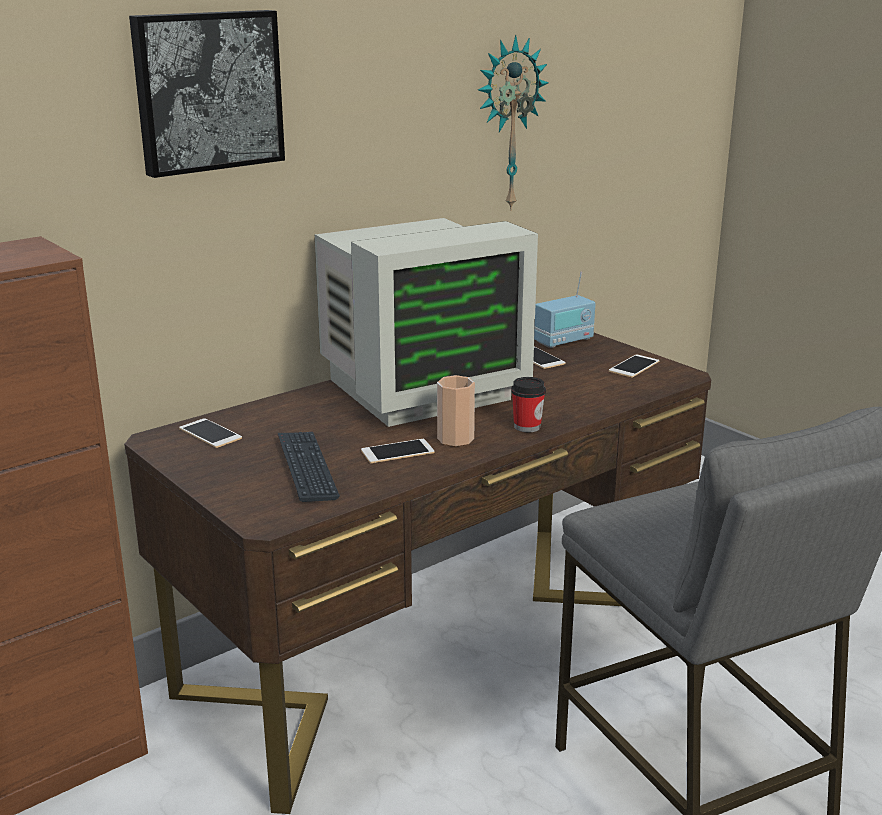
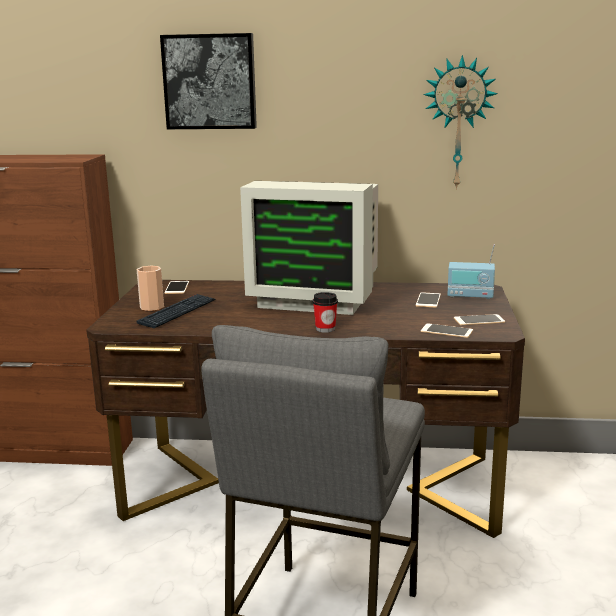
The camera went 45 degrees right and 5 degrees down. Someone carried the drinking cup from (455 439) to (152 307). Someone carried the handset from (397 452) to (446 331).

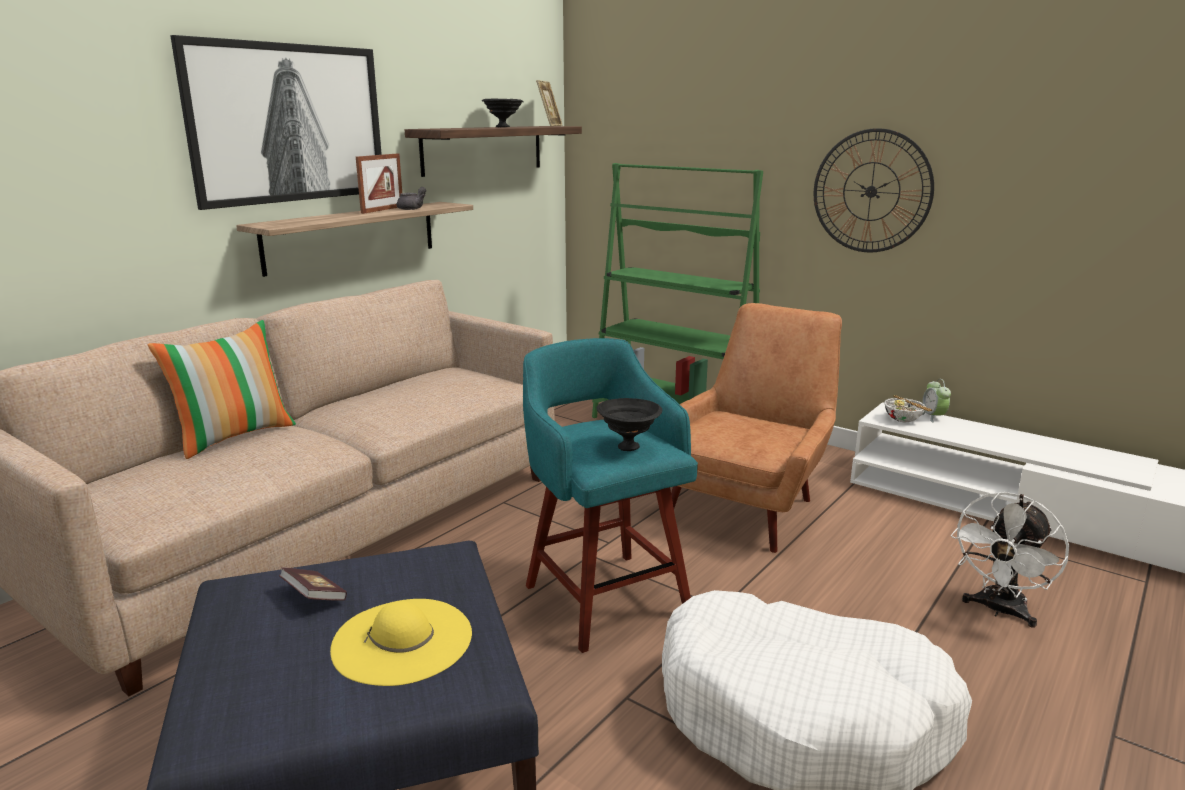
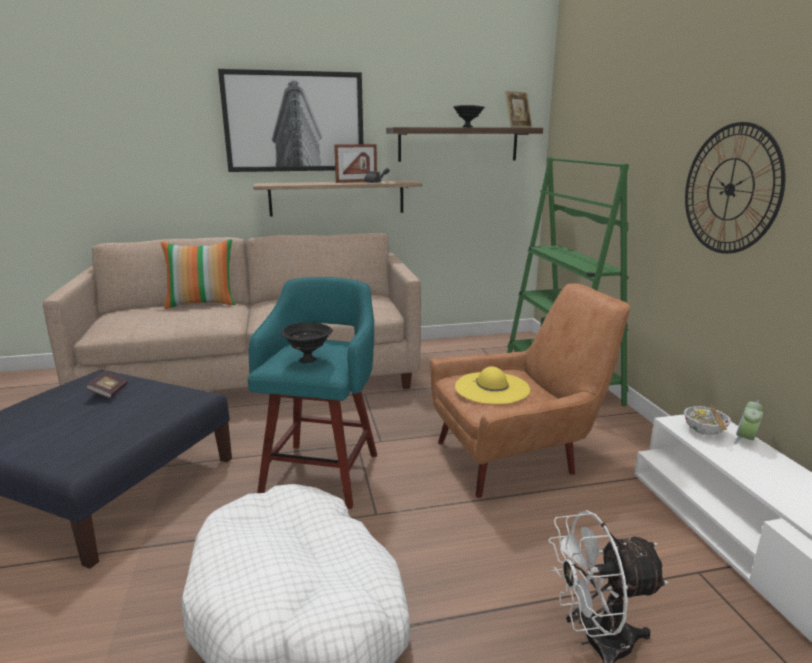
The camera went 40 degrees right and 0 degrees up. Someone carried the clothing hat (yellow) from (402 640) to (492 388).

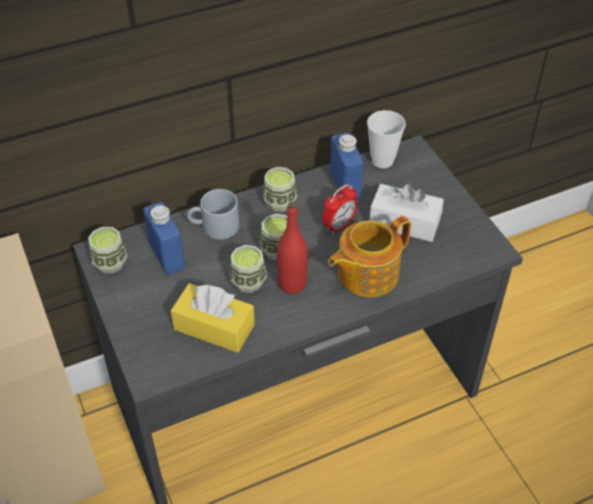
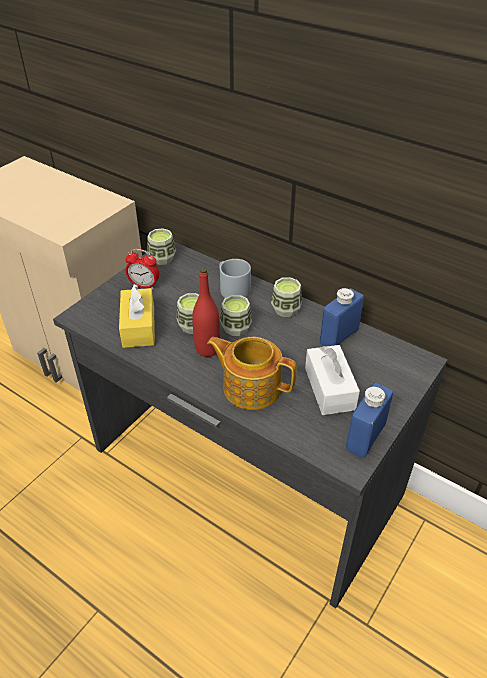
The camera went 60 degrees right and 5 degrees down. Someone carried the table clock from (339 226) to (144 285). Someone carried the beverage bottle (blue) from (167 256) to (365 437). Someone took away the drinking cup at (382 160).

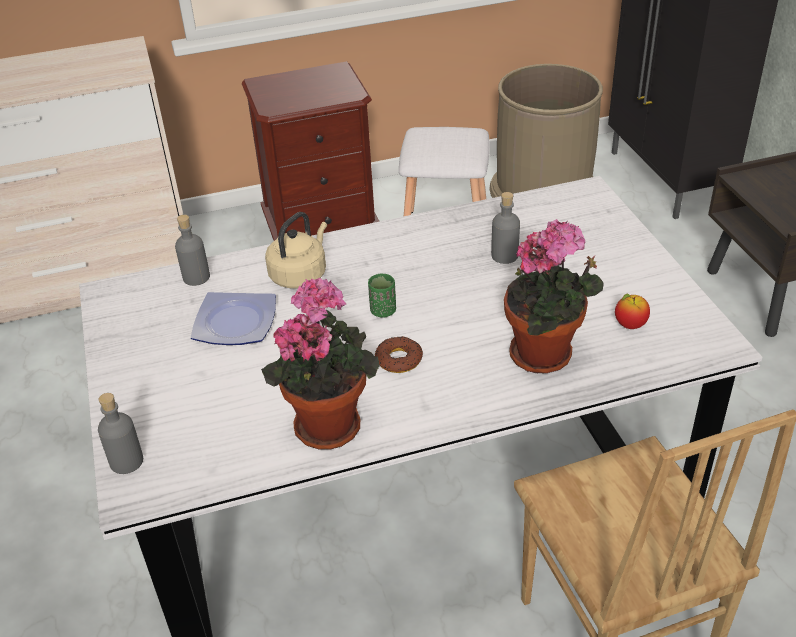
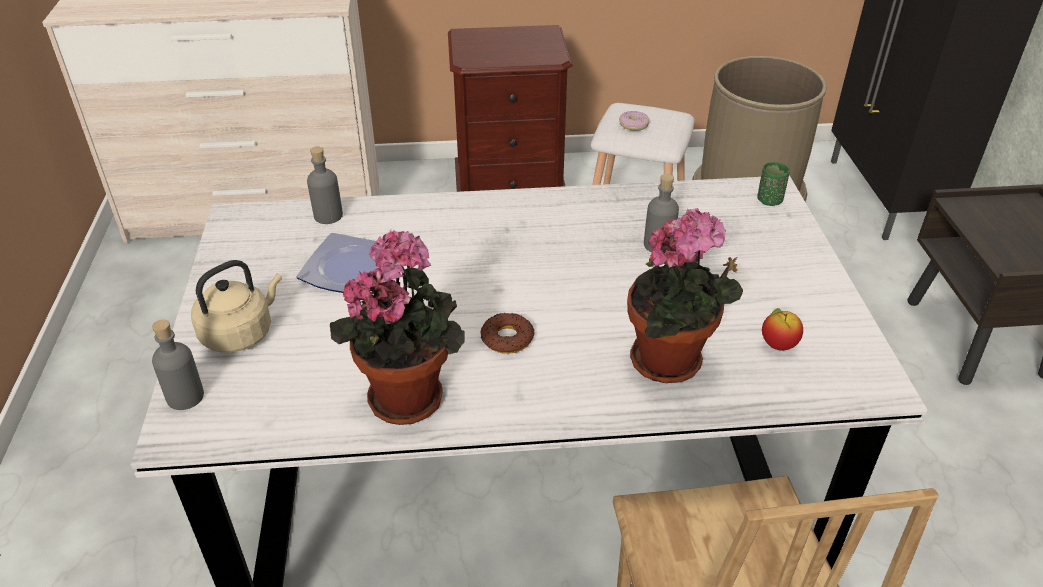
The camera went 10 degrees right and 0 degrees up. Someone carried the kettle (beige) from (300 274) to (241 333). Someone put down the donut at (633 125). Someone carried the drinking cup (green-coloured) from (383 311) to (769 200).

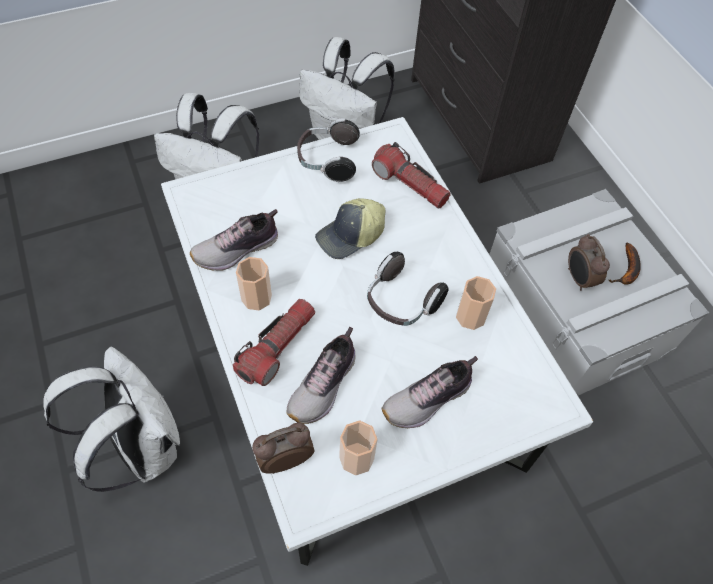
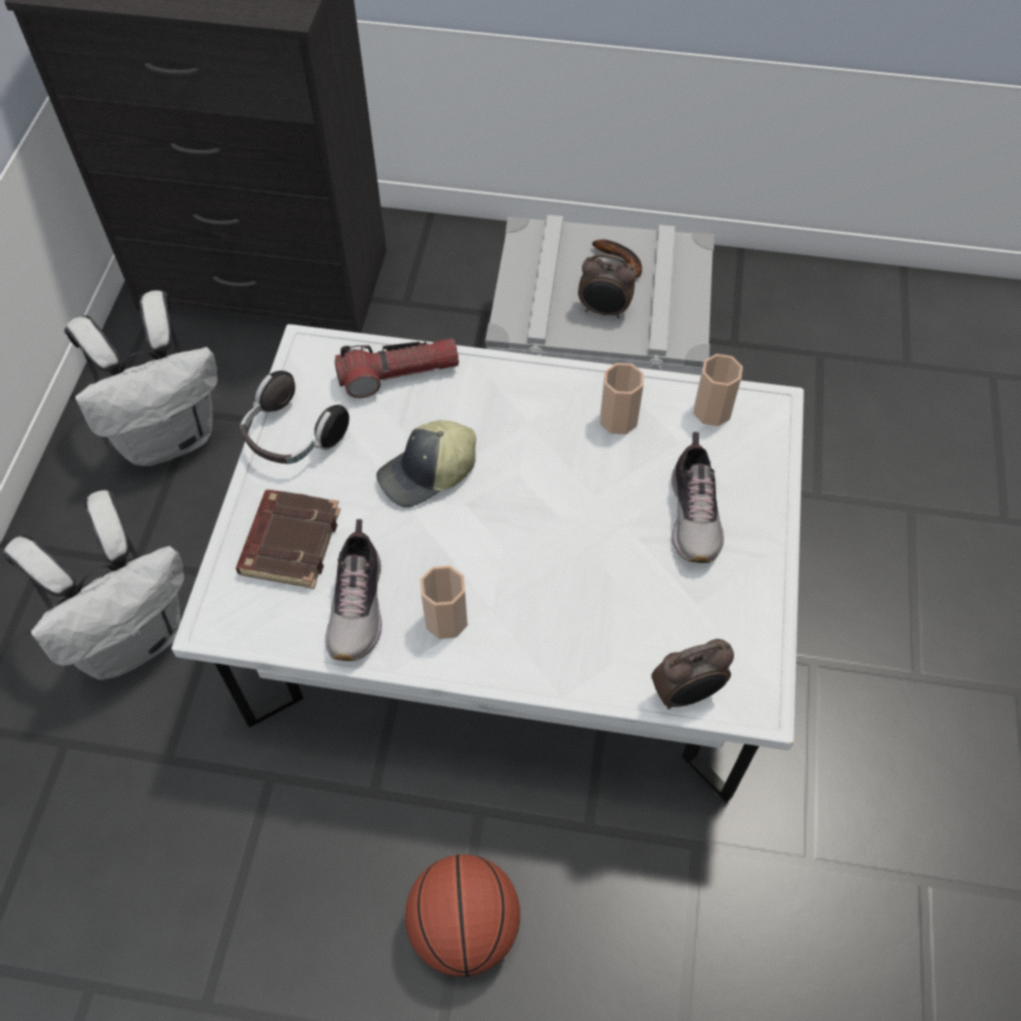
The camera went 55 degrees left and 0 degrees up. Someone put down the bound book (brown) at (289 541). Someone rotated the cap at (351 236) by 60 degrees clockwise. Someone swapped the backpack (whitish) at (140 447) for the basketball ball at (465 927). Someone rotated the table clock at (285 459) by 120 degrees counterclockwise. Someone carried the drinking cup from (356 458) to (712 411). Someone took away the flashlight at (277 347). Someone took away the low shoe at (324 385). Someone took away the headphones at (401 302).

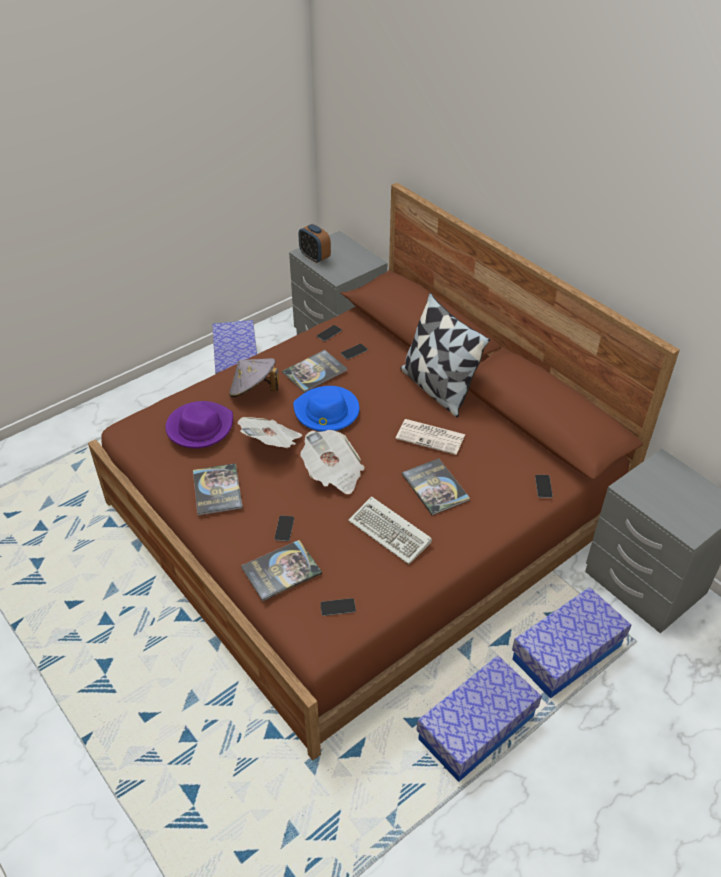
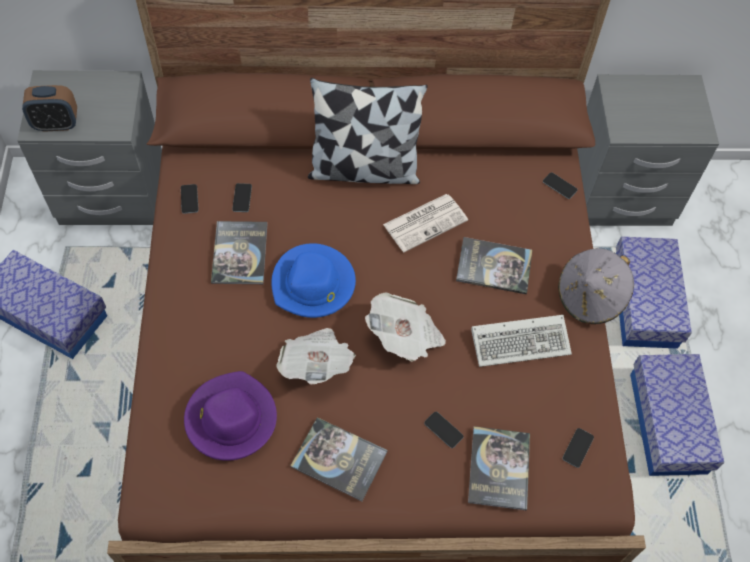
The camera went 55 degrees left and 15 degrees up. Someone carried the clothing hat (gray) from (254 391) to (590 297).

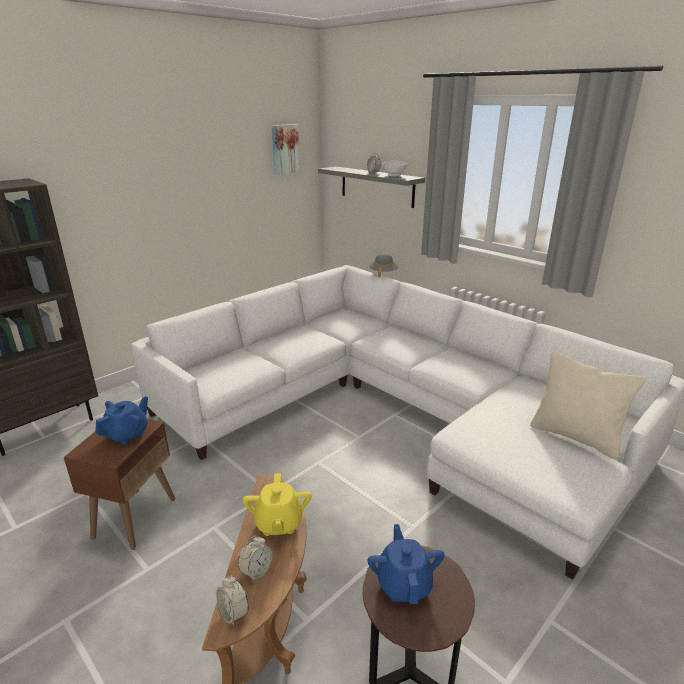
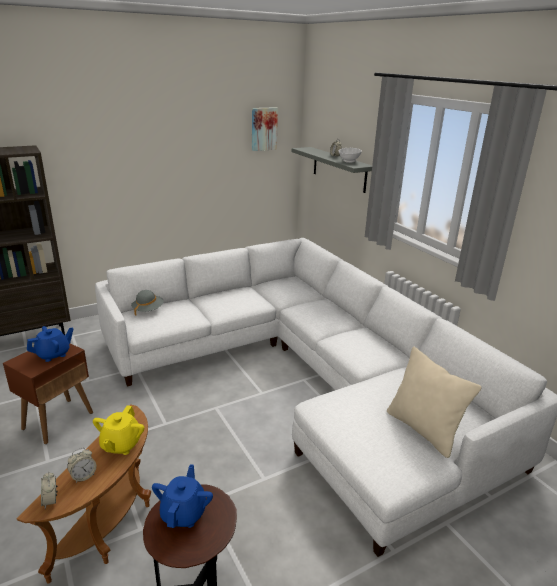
The camera went 15 degrees right and 0 degrees up. Someone carried the clothing hat (gray) from (383 273) to (148 310).

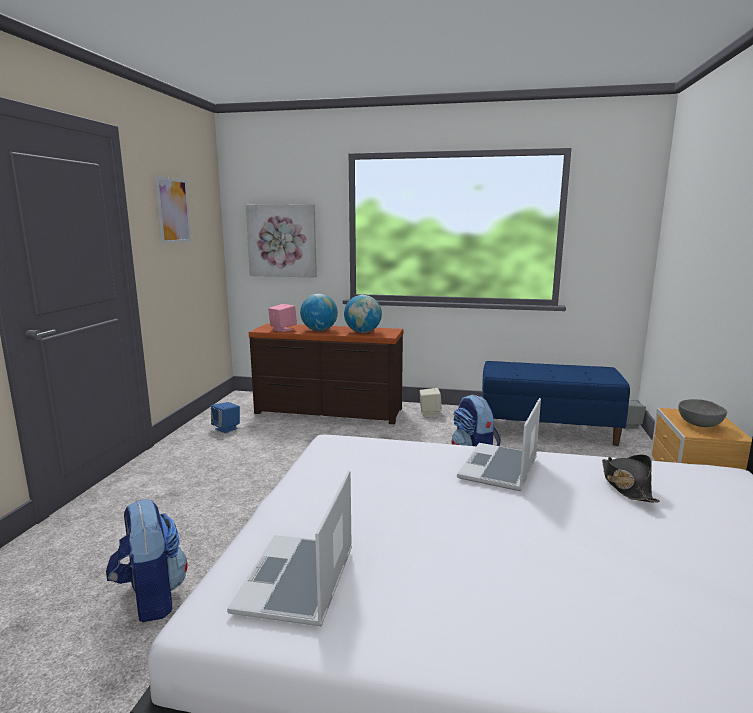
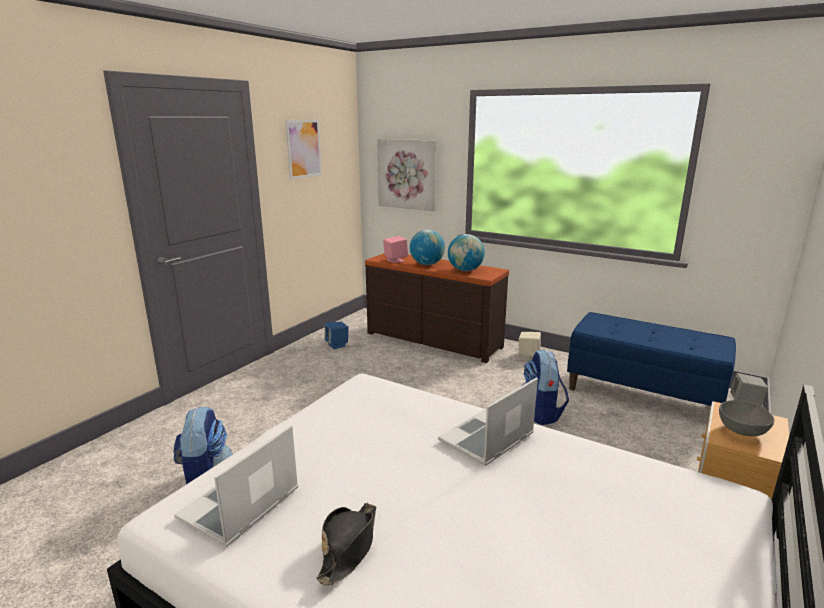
The camera went 20 degrees right and 5 degrees up. Someone carried the clothing hat (black) from (626 486) to (349 547).

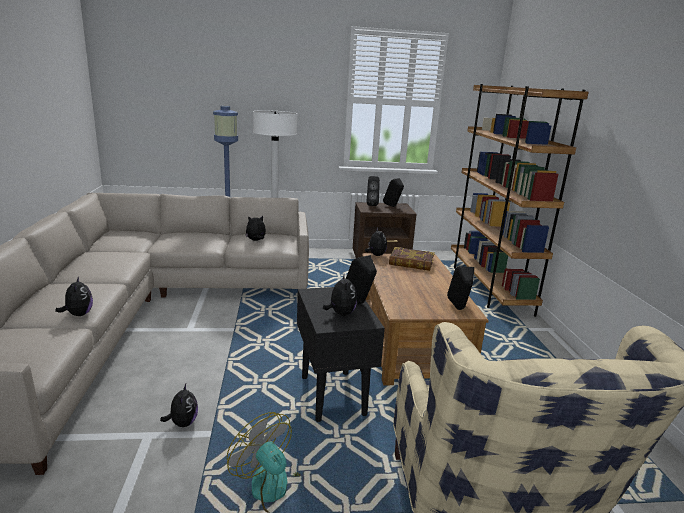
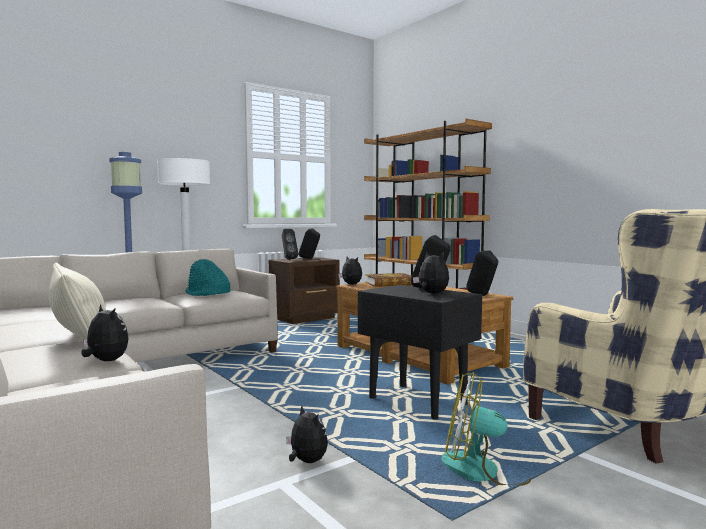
The camera went 30 degrees left and 15 degrees down. Someone put down the pillow (beige) at (79 338). Someone swapped the cuddly toy at (256 240) for the clothing hat (turquoise) at (207 294).

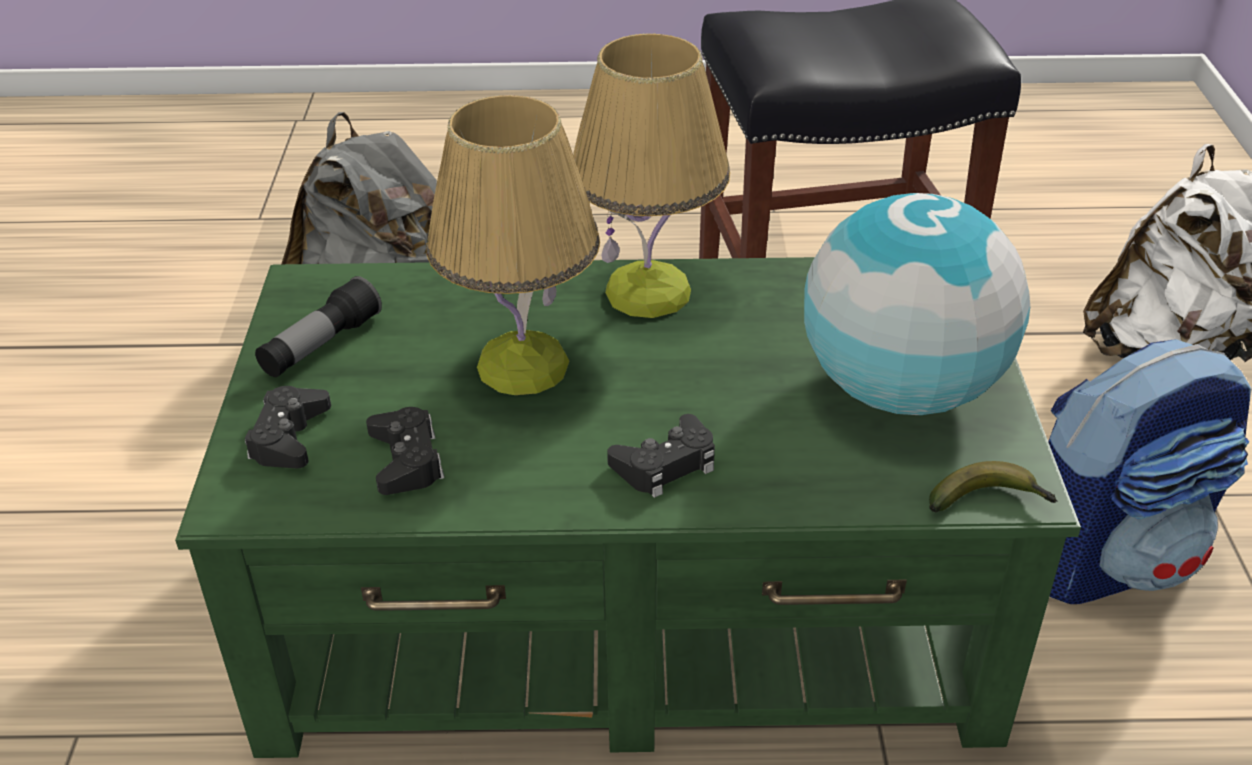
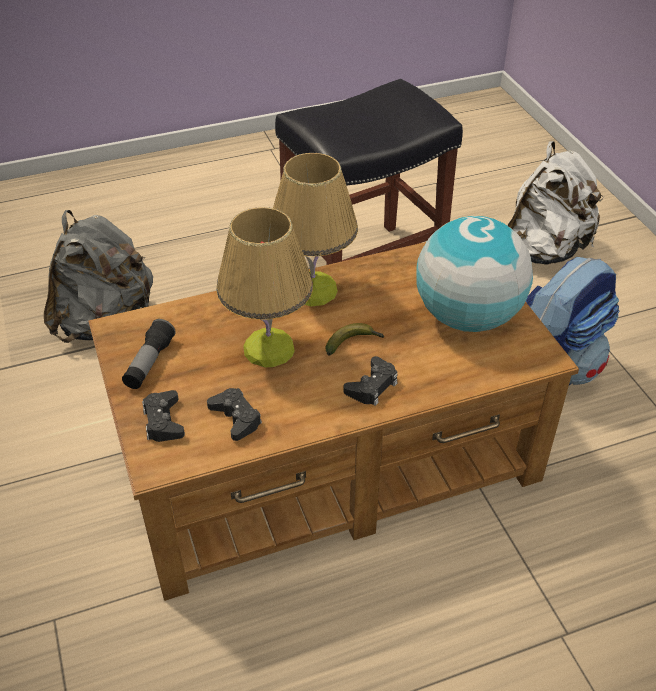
The camera went 20 degrees left and 5 degrees up. Someone repainted the lounge table (green-coloured) at (631 603), which became the lounge table (brown) at (329 458). Someone carried the banana fruit from (990 501) to (354 343).

